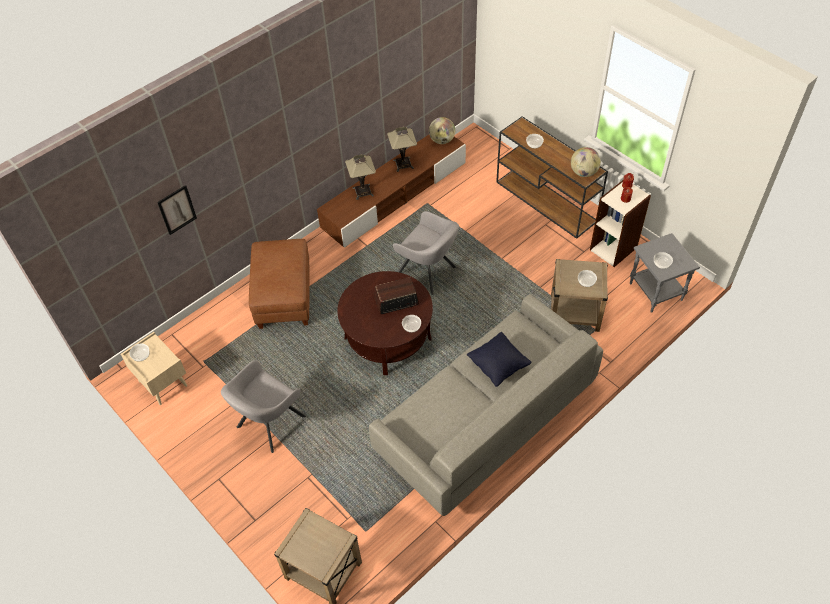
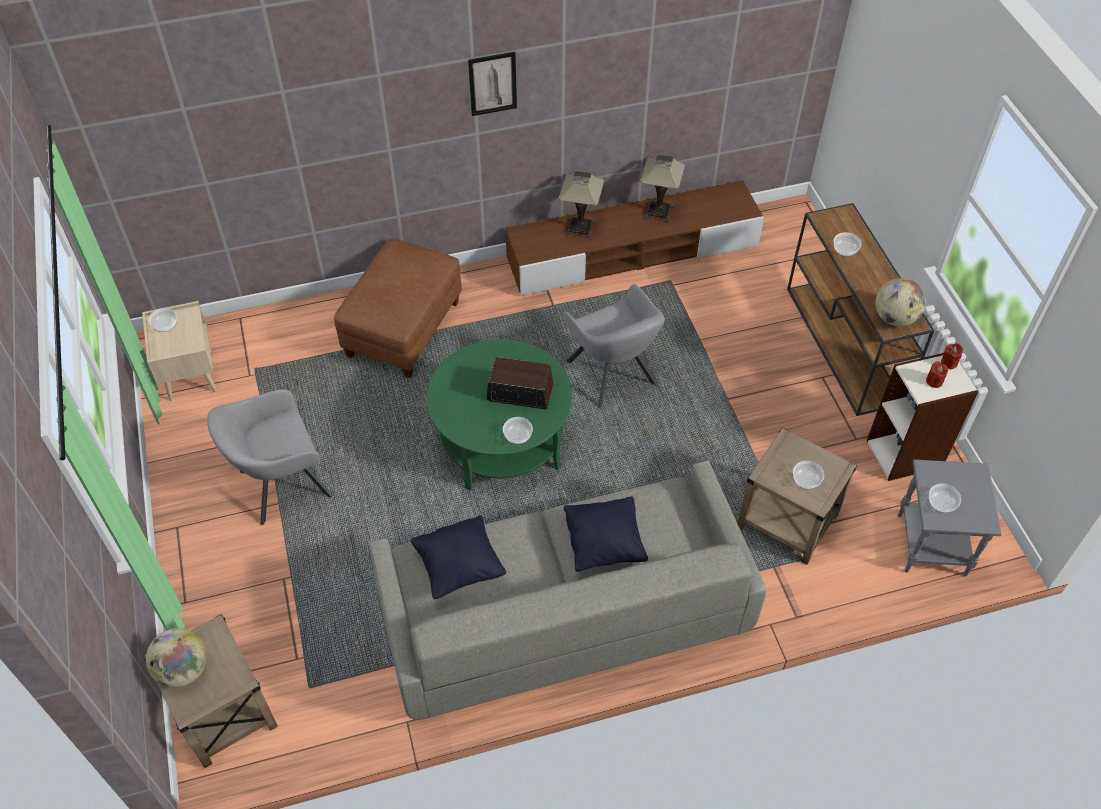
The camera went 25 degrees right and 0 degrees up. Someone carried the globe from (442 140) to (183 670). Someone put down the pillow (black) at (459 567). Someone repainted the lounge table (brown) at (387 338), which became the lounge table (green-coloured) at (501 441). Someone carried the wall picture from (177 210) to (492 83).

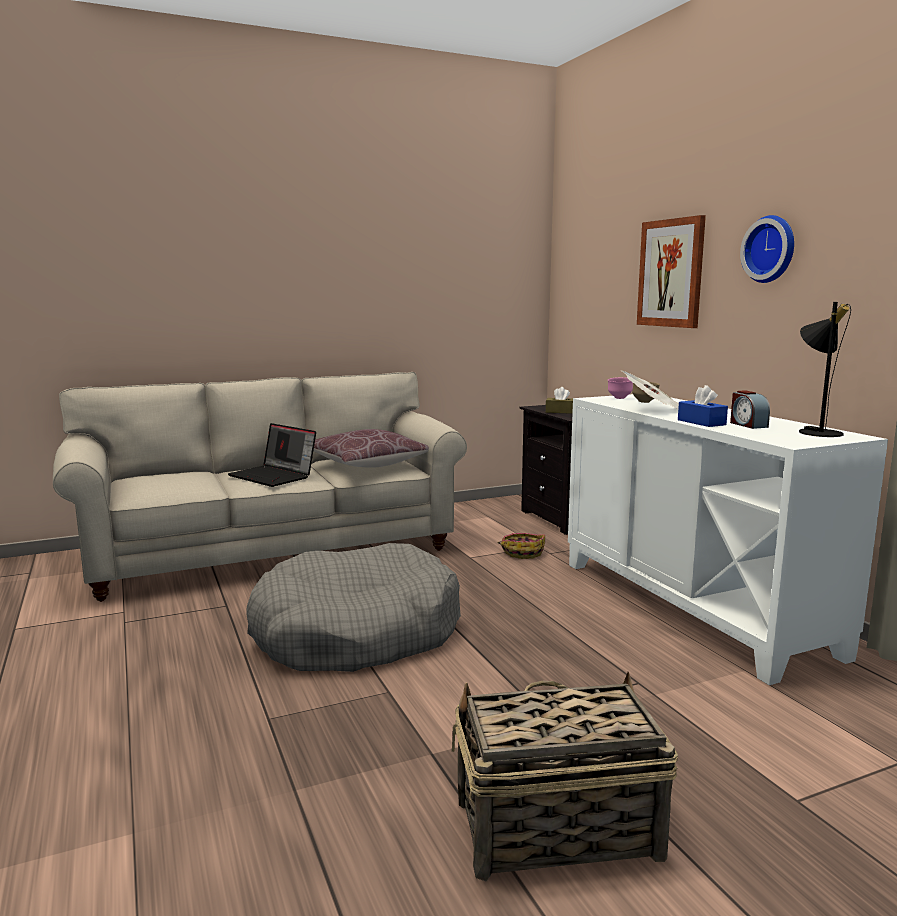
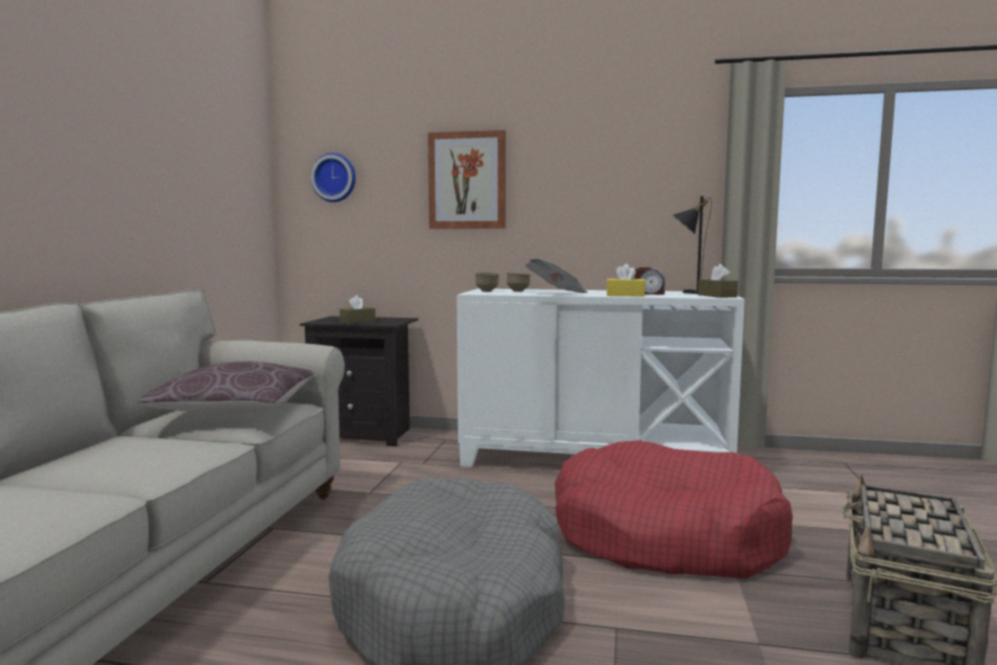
The camera went 55 degrees left and 5 degrees down. Someone carried the clock on the wall from (771 249) to (335 178). Someone repainted the deep dish (pink) at (619 398), which became the deep dish (brown) at (487 291). Someone put down the dog bed (reddish) at (665 535). Someone repainted the tissue holder (blue) at (701 422), which became the tissue holder (yellow) at (625 295). Someone put down the tissue holder (brown) at (717 296). Someone took away the notebook computer at (274 476). Someone took away the basket at (522 552).

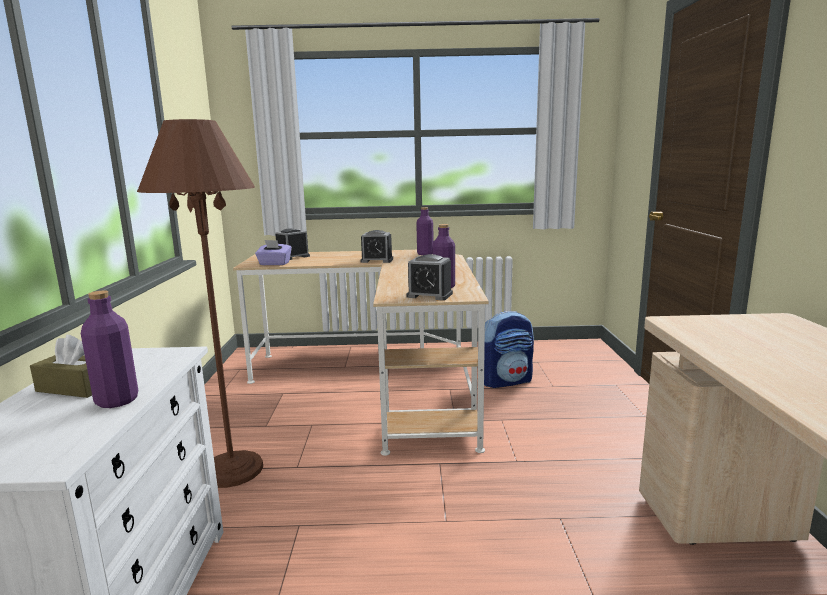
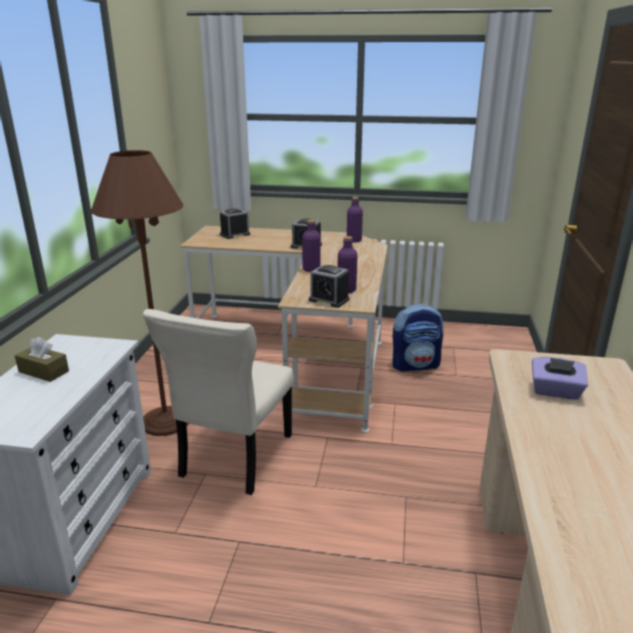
The camera went 10 degrees right and 10 degrees up. Someone put down the plain chair (beige) at (234 458). Someone carried the beverage bottle (purple) from (117 400) to (311 269). Someone carried the tissue holder (purple) from (274 264) to (555 391).

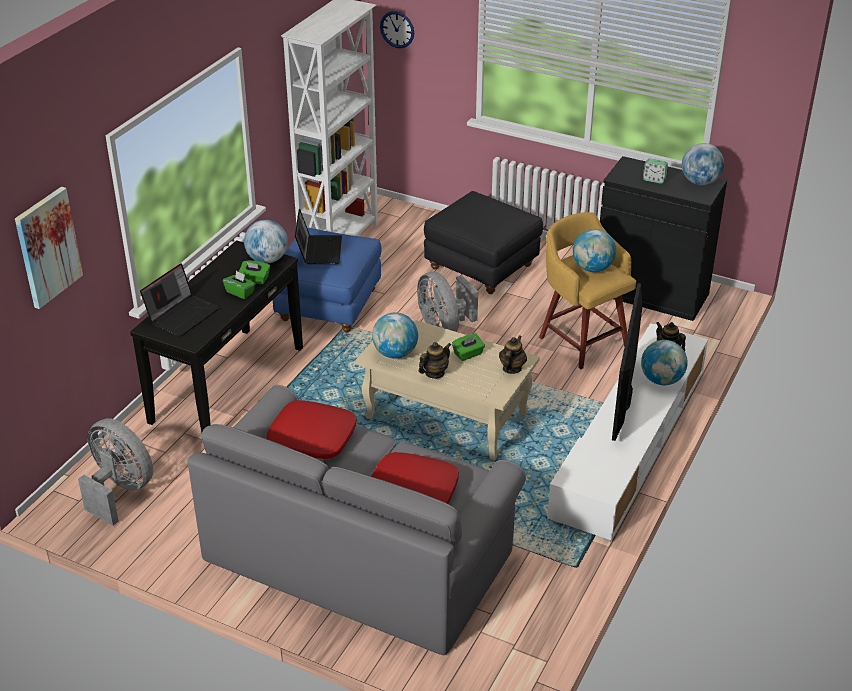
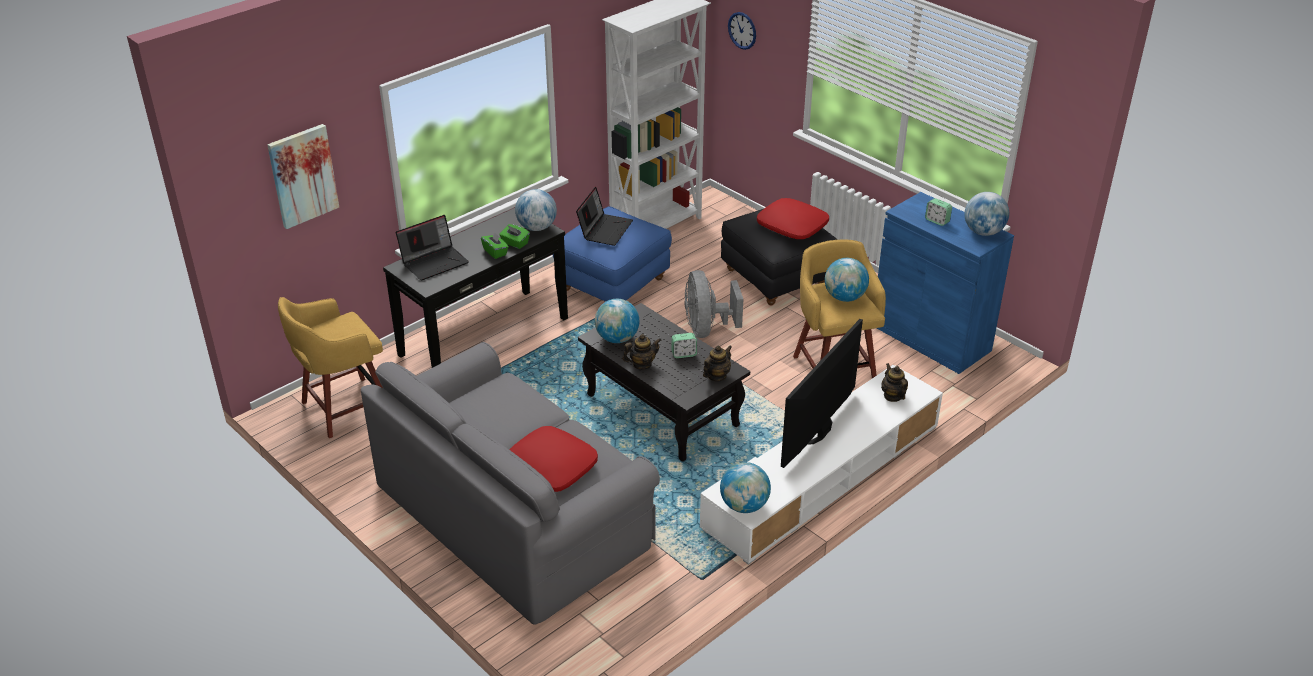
The camera went 20 degrees right and 0 degrees up. Someone swapped the electric fan (gray) at (120 491) for the stool (yellow) at (343 408). Someone repainted the lounge table (beige) at (445 416), which became the lounge table (black) at (661 410). Someone swapped the tissue holder (green-coloured) at (468 354) for the table clock at (684 354). Someone carried the globe from (661 380) to (744 506). Someone carried the pillow (reddish) from (312 438) to (791 226). Someone repainted the cupboard (black) at (650 293), which became the cupboard (blue) at (931 338).

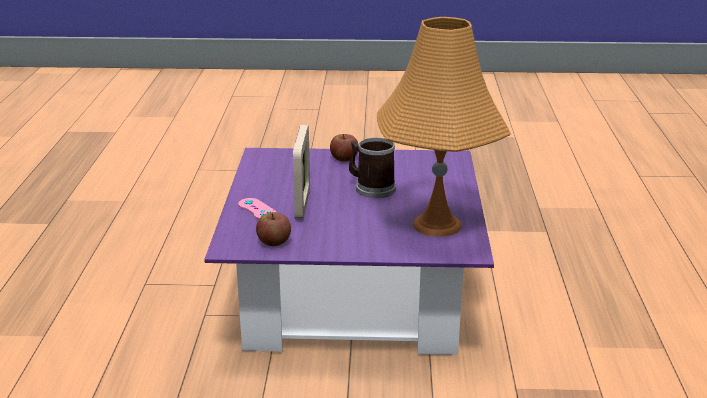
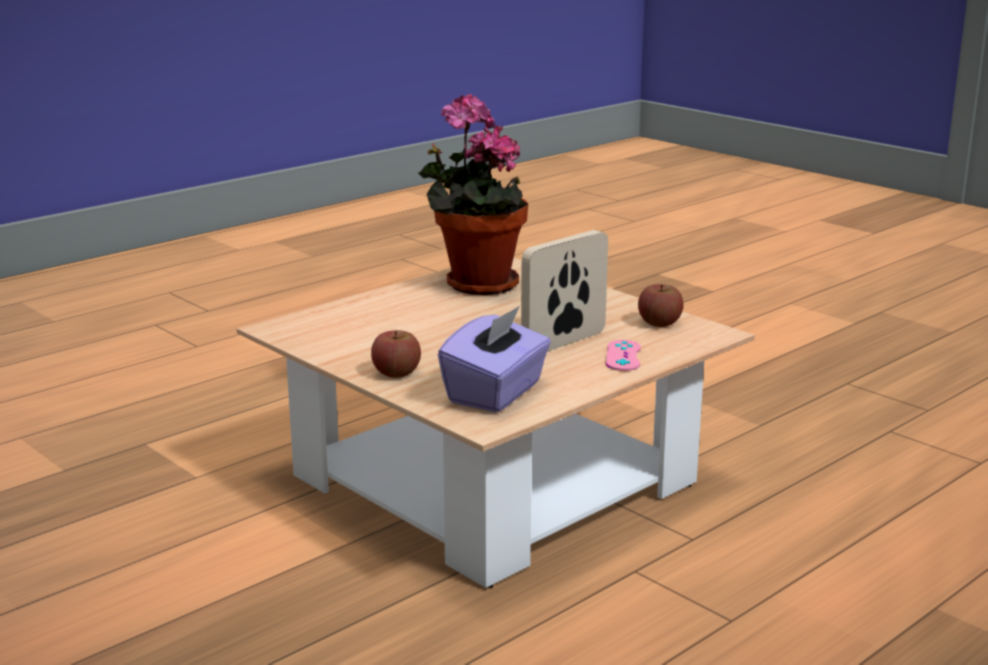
The camera went 135 degrees left and 5 degrees down. Someone repainted the lounge table (purple) at (353 296), which became the lounge table (beige) at (494 480). Someone swapped the lamp for a table (orange-coloured) at (437 225) for the plant in a pot at (475 284). Someone put down the tissue holder (purple) at (496 393). Someone took away the coffee mug at (371 188).

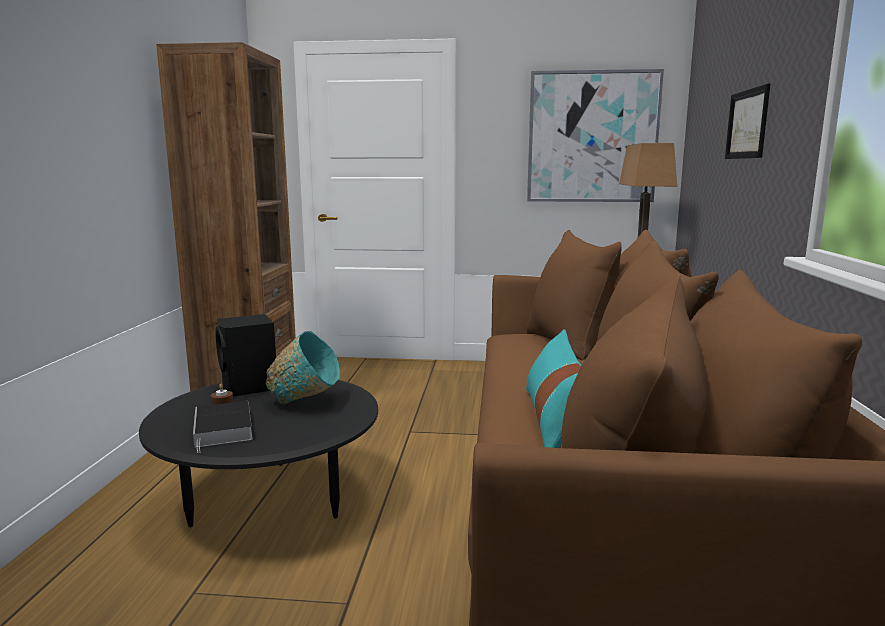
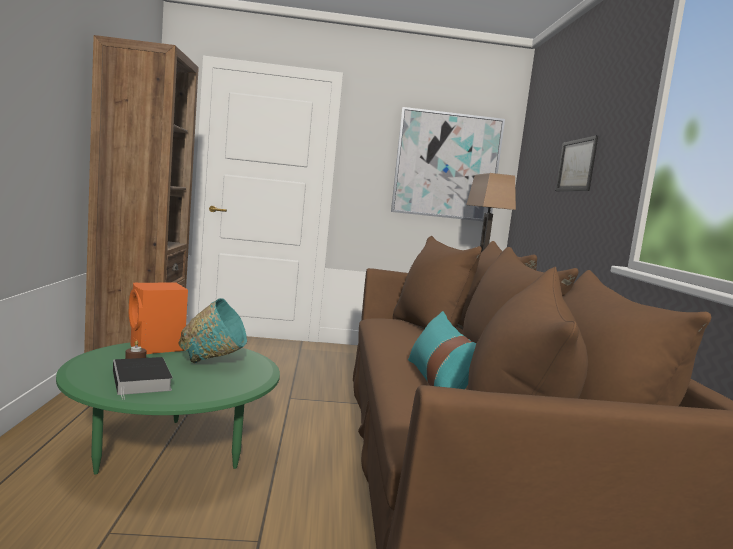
The camera went 10 degrees left and 5 degrees down. Someone repainted the lounge table (black) at (270 500), which became the lounge table (green-coloured) at (170 452). Someone repainted the audio speaker (black) at (249 388), which became the audio speaker (orange-coloured) at (156 348).

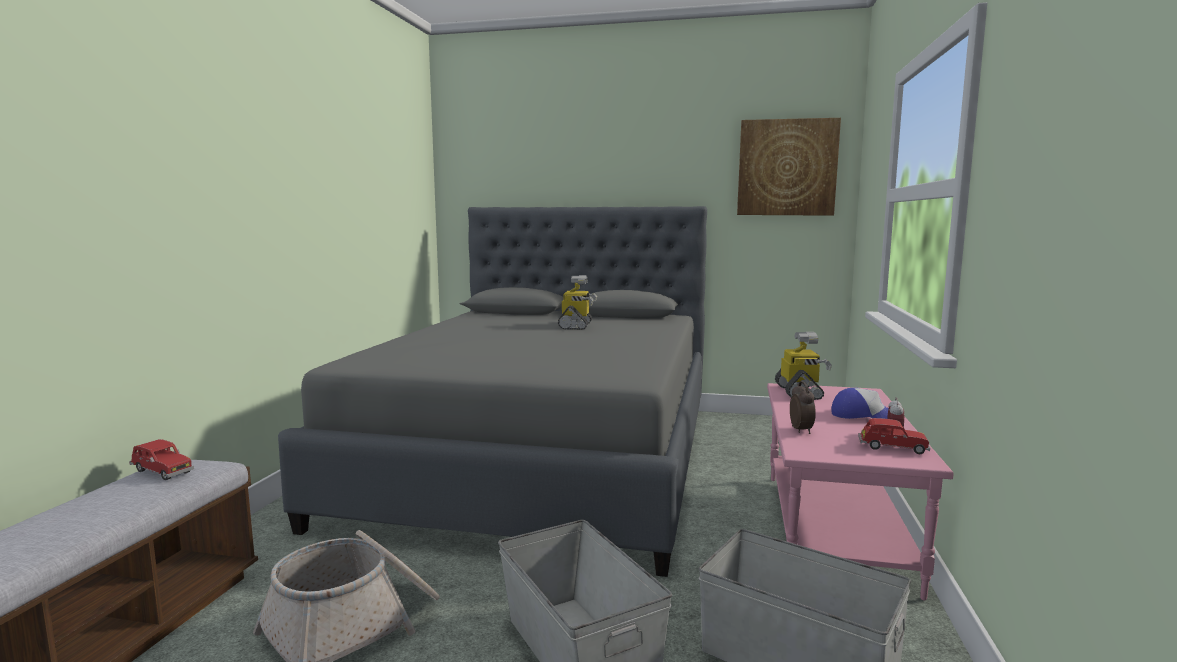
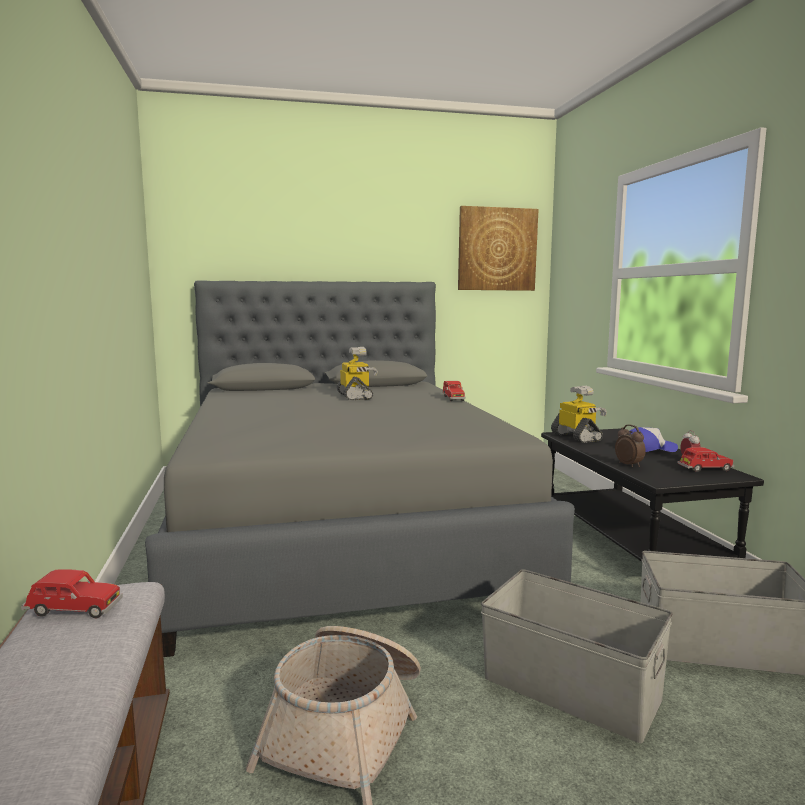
The camera went 25 degrees left and 0 degrees up. Someone put down the toy car (reddish) at (453 398). Someone repainted the lounge table (pink) at (831 528), which became the lounge table (black) at (628 543).

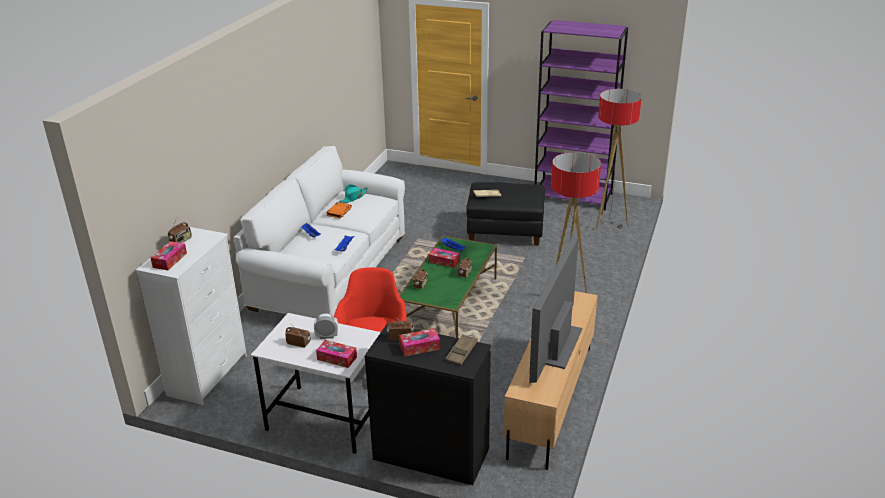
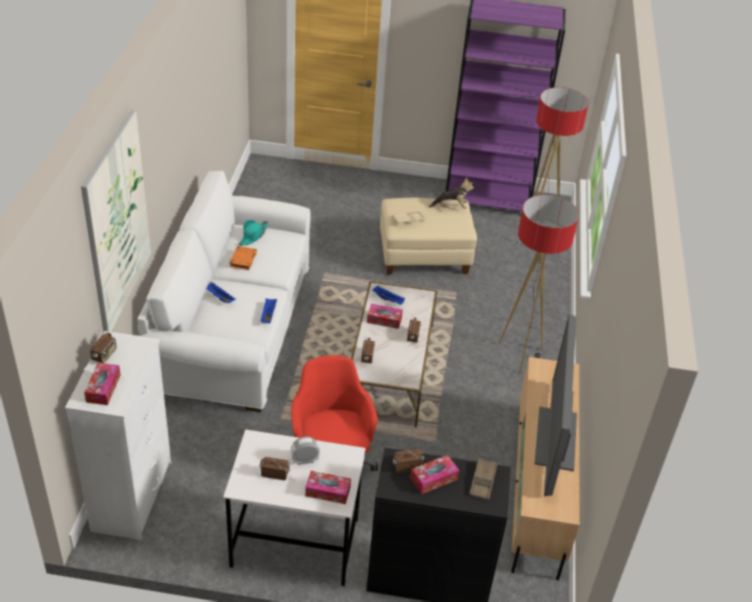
The camera went 15 degrees left and 10 degrees up. Someone put up the wall picture at (117 223). Someone repainted the lounge table (green-coloured) at (449 306), which became the lounge table (whitish) at (390 369). Someone repainted the pouffe (black) at (505 231), which became the pouffe (beige) at (424 255). Someone put down the cuddly toy at (451 207).

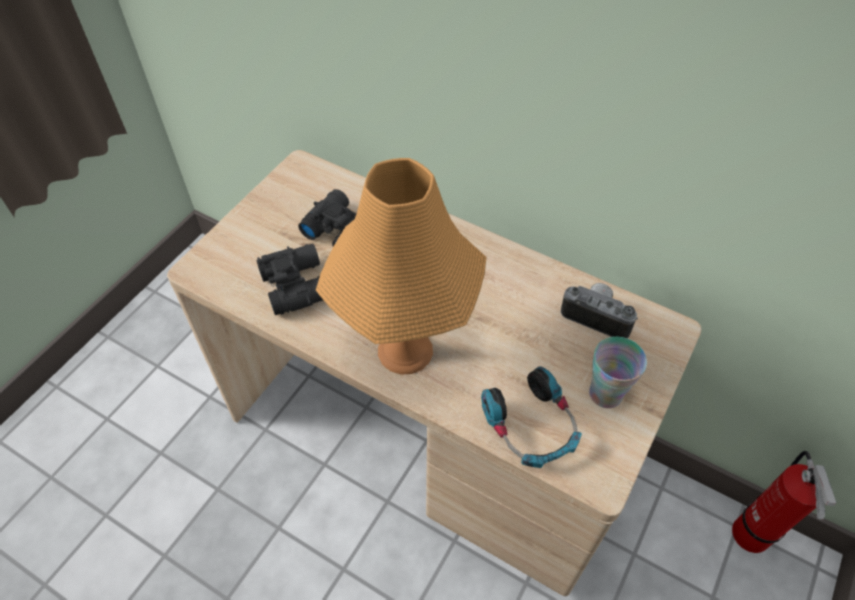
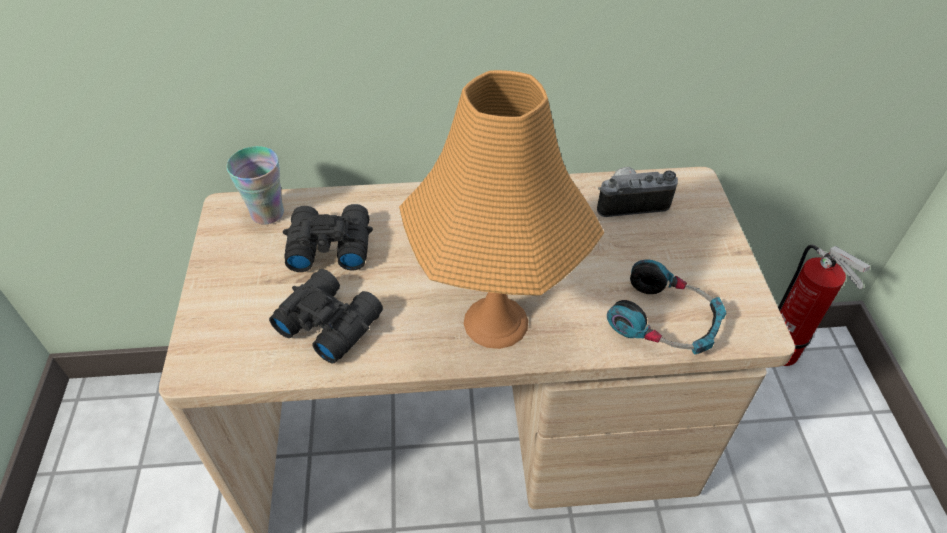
The camera went 35 degrees left and 5 degrees down. Someone carried the drinking cup from (605 394) to (267 213).

